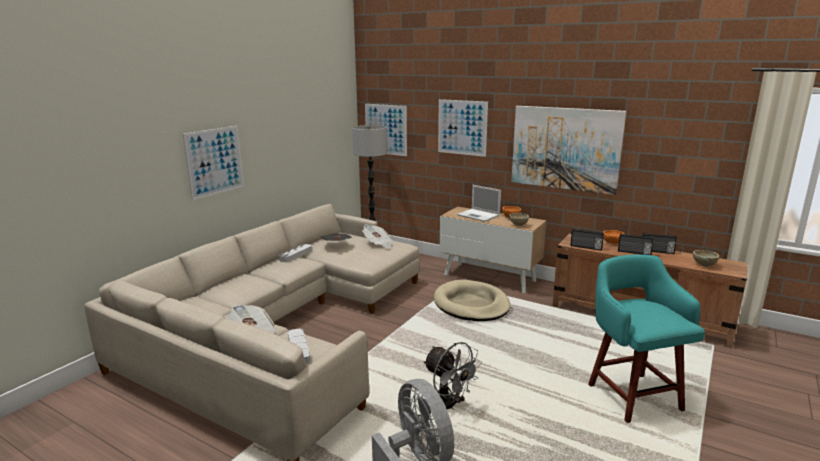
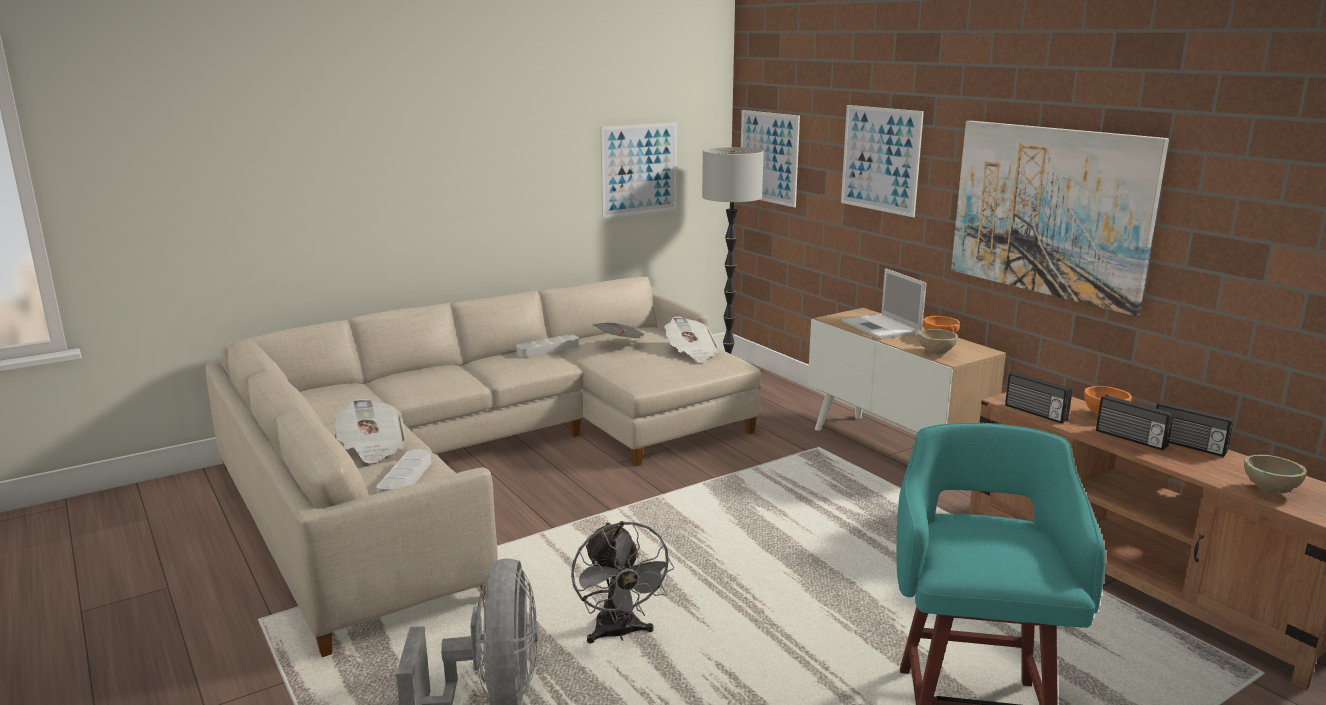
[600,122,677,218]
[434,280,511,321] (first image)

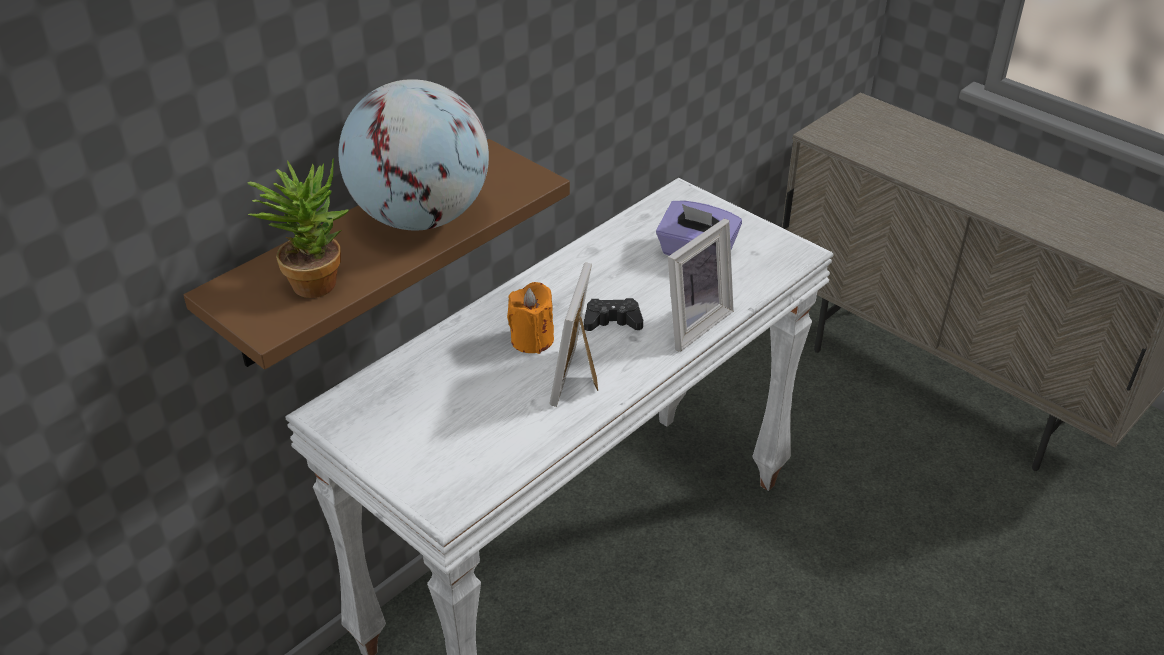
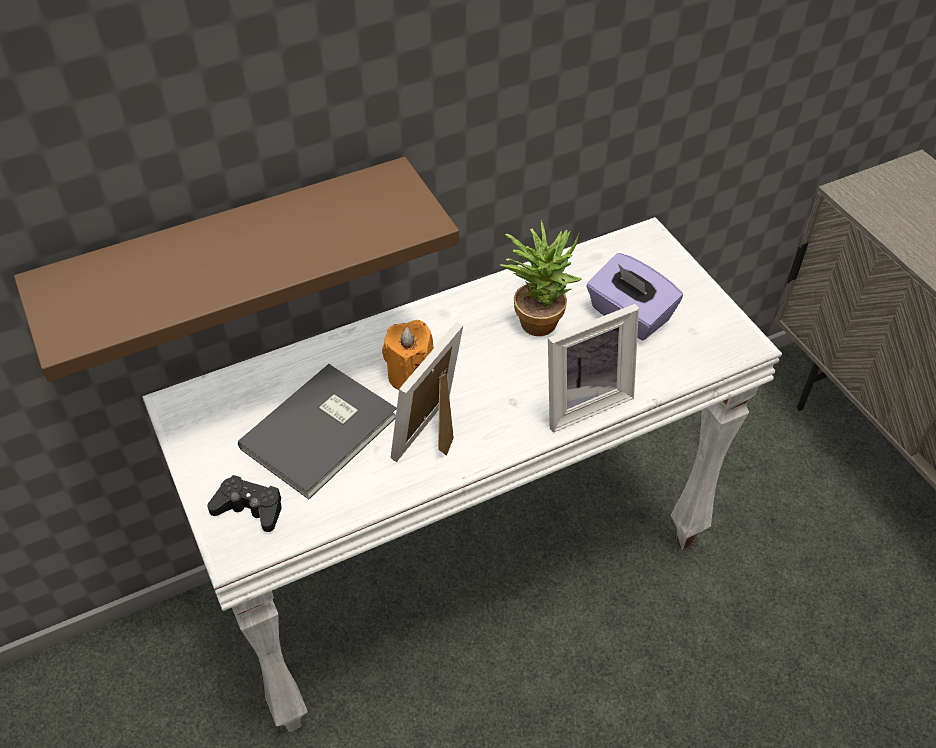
[207,475,282,532]
[238,364,397,499]
[500,220,582,336]
[339,79,489,230] (first image)

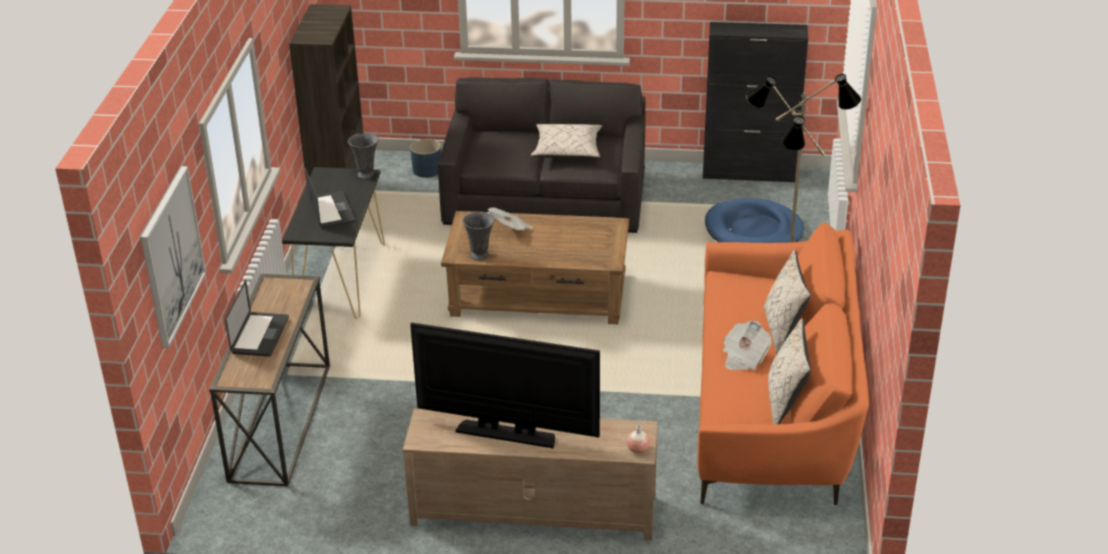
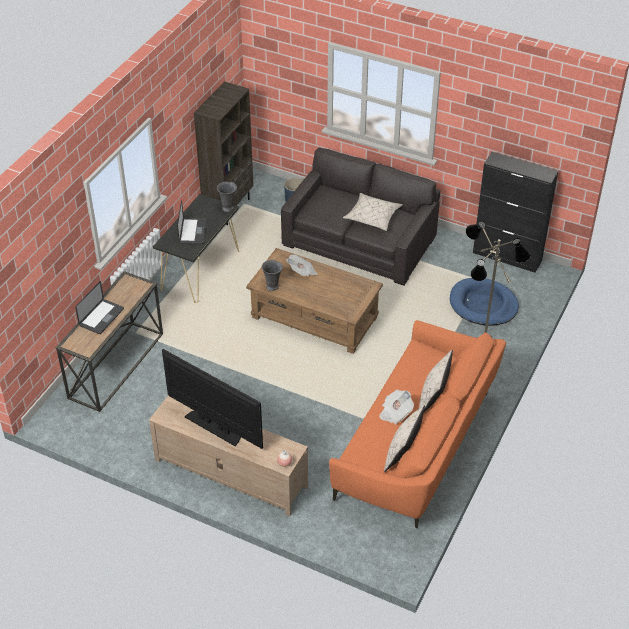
[140,166,206,348] (first image)

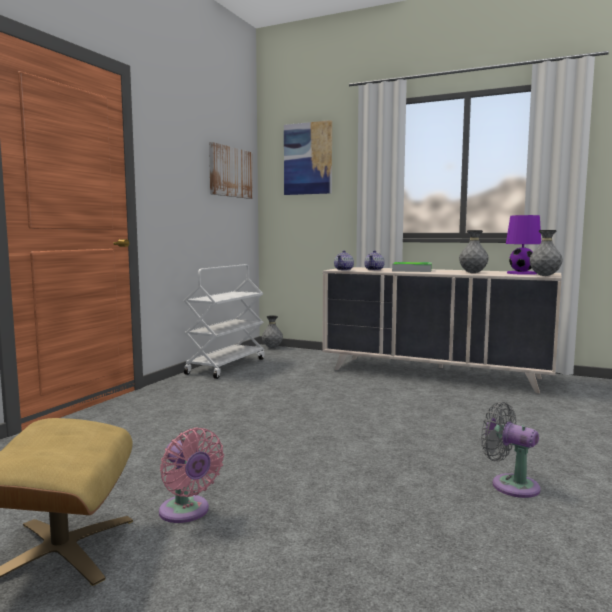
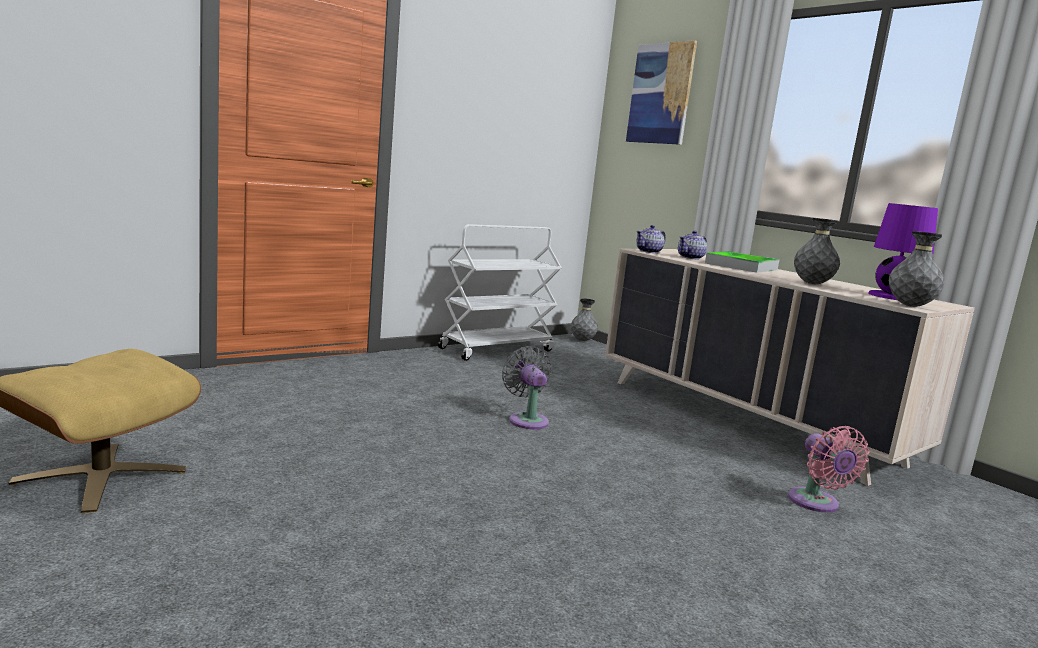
[502,346,552,429]
[788,426,870,513]
[209,142,253,199] (first image)

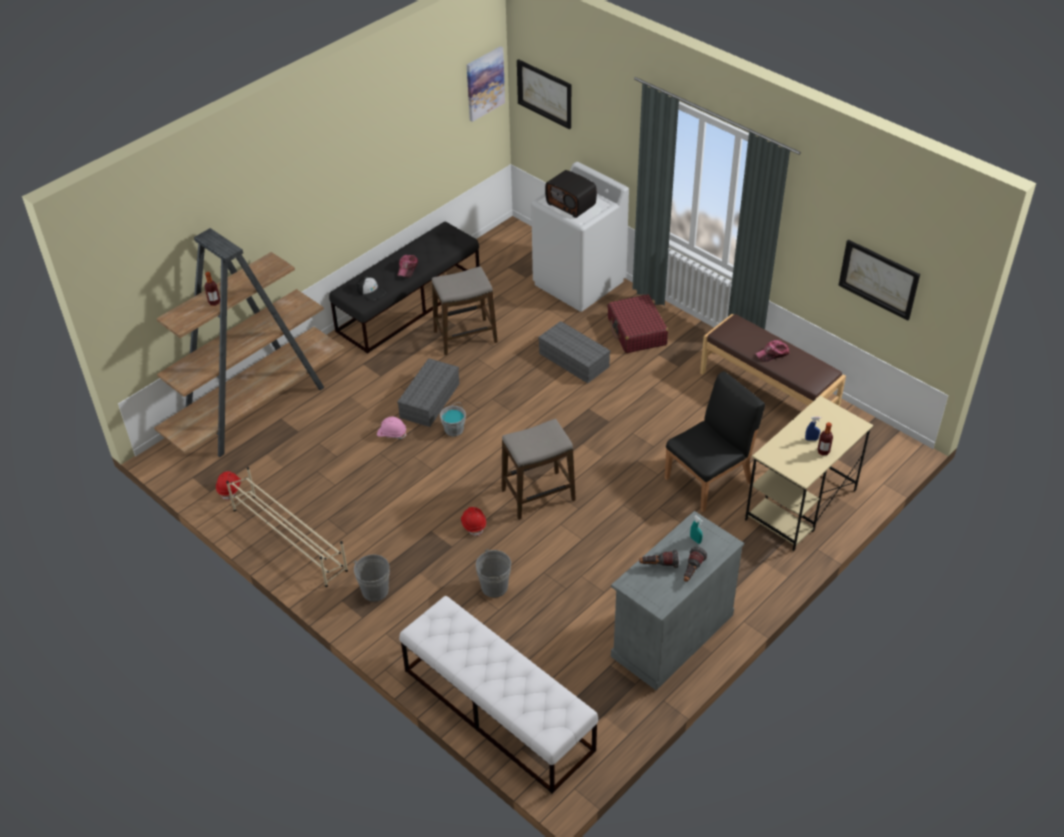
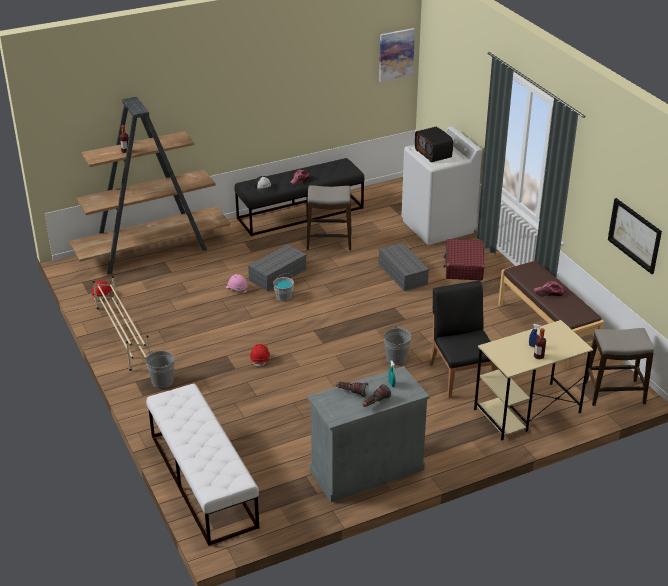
[384,326,411,365]
[429,281,498,398]
[586,328,654,406]
[517,59,571,129] (first image)

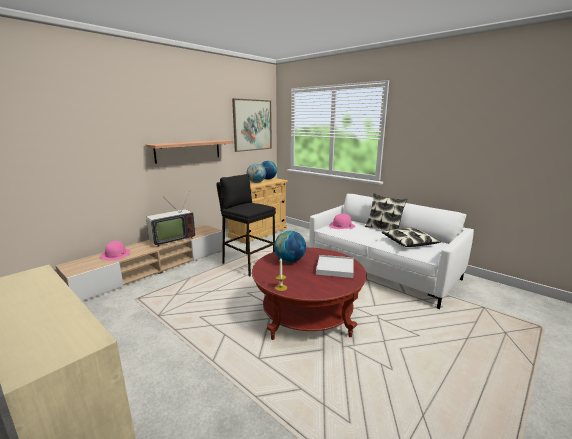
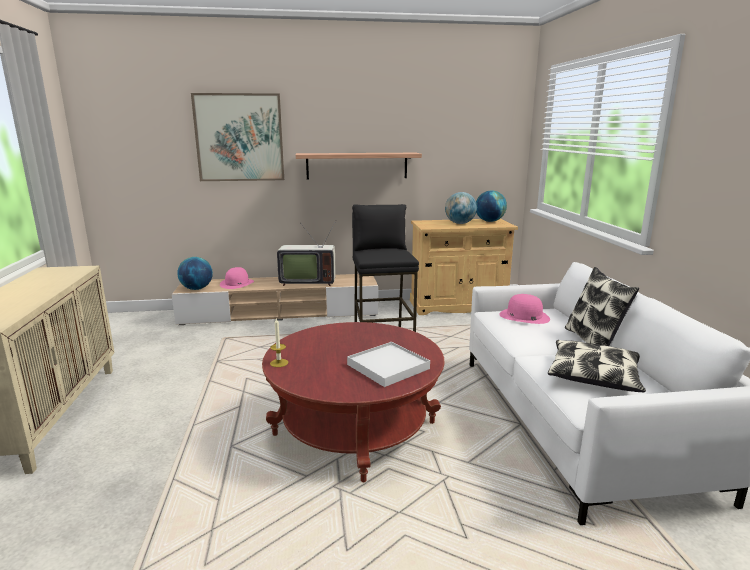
[177,257,213,290]
[191,93,284,181]

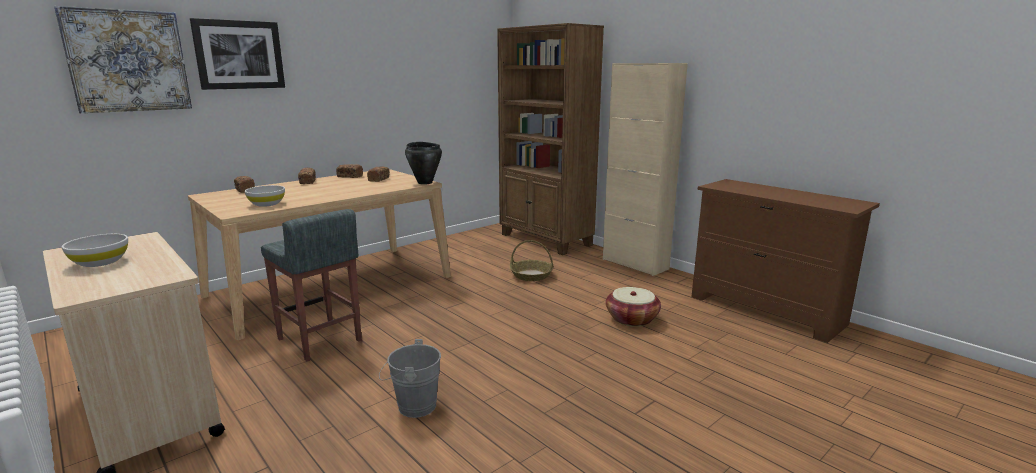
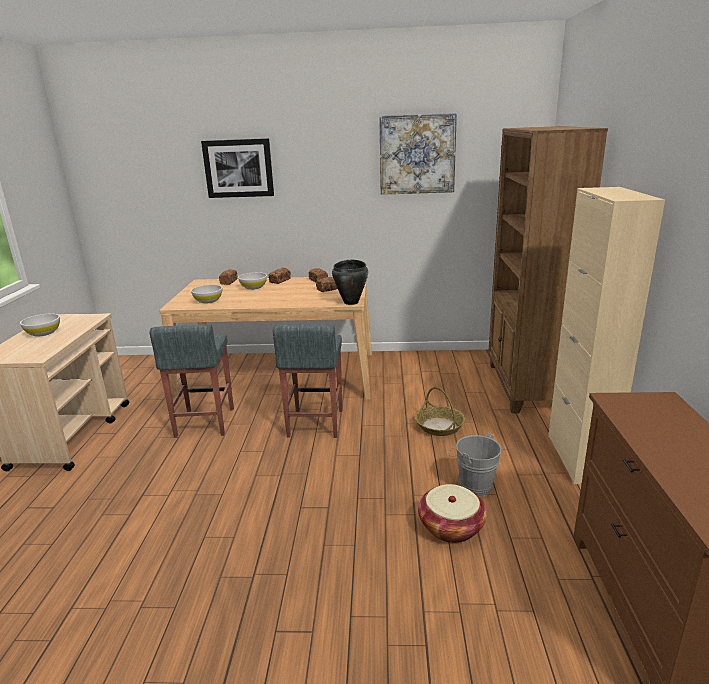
[238,272,267,290]
[272,324,343,438]
[379,113,457,195]
[448,433,502,497]

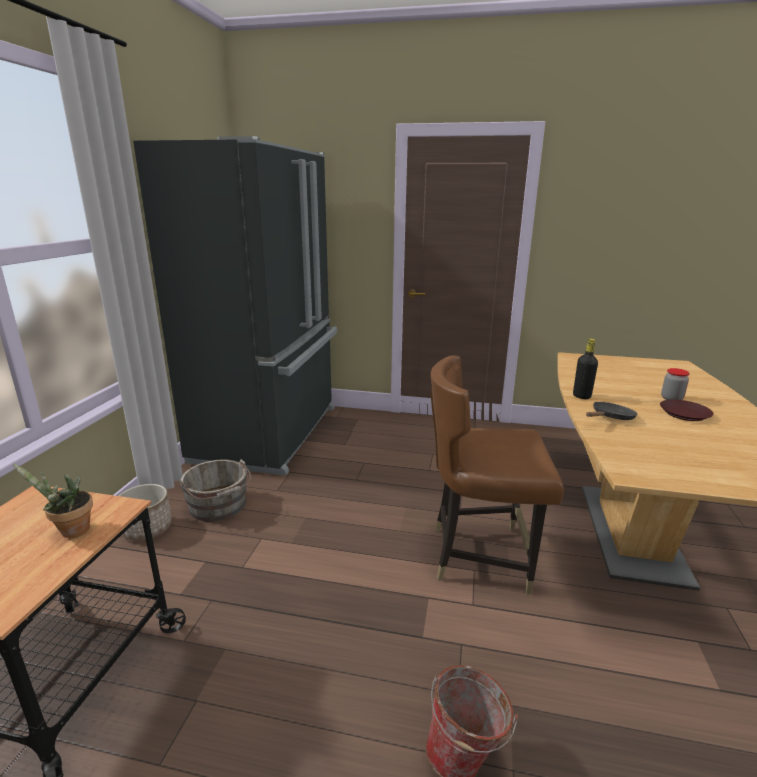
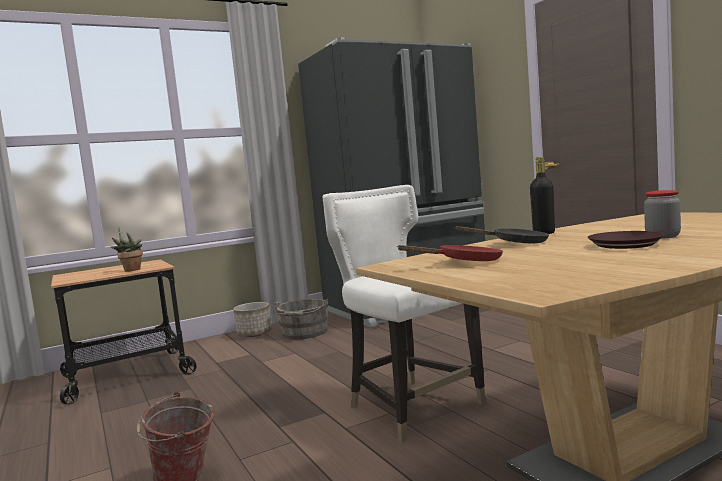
[323,185,486,443]
[396,245,503,261]

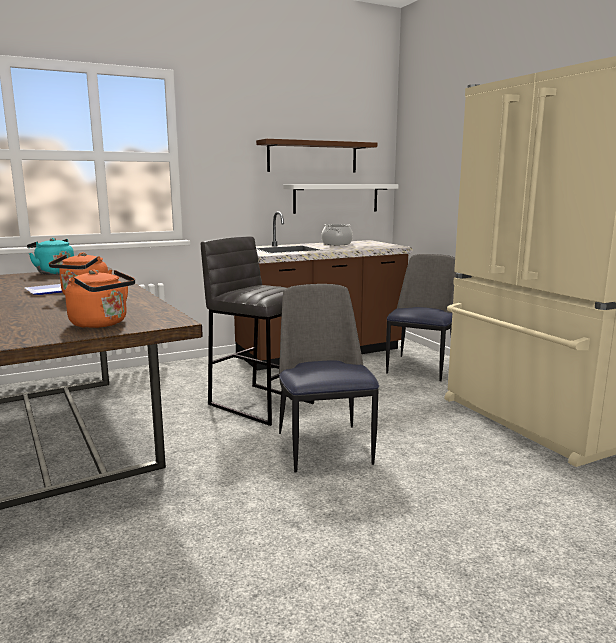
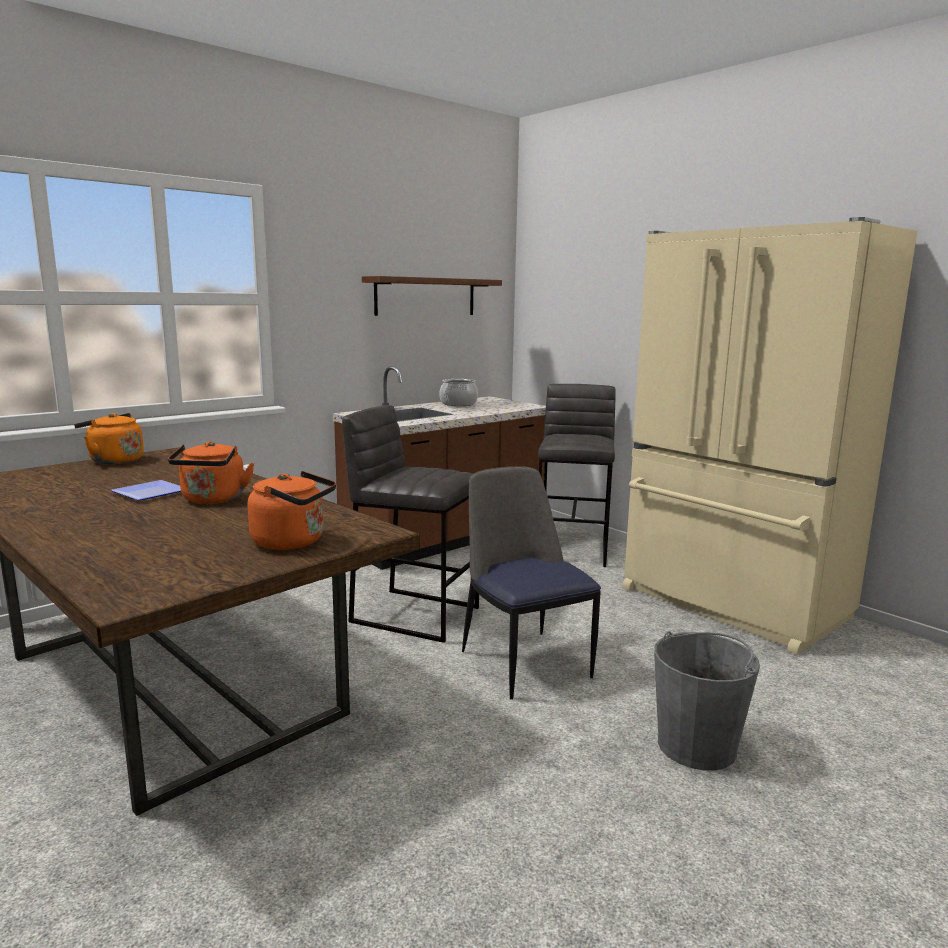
[74,413,144,465]
[538,384,616,567]
[654,631,760,770]
[283,184,398,214] (first image)

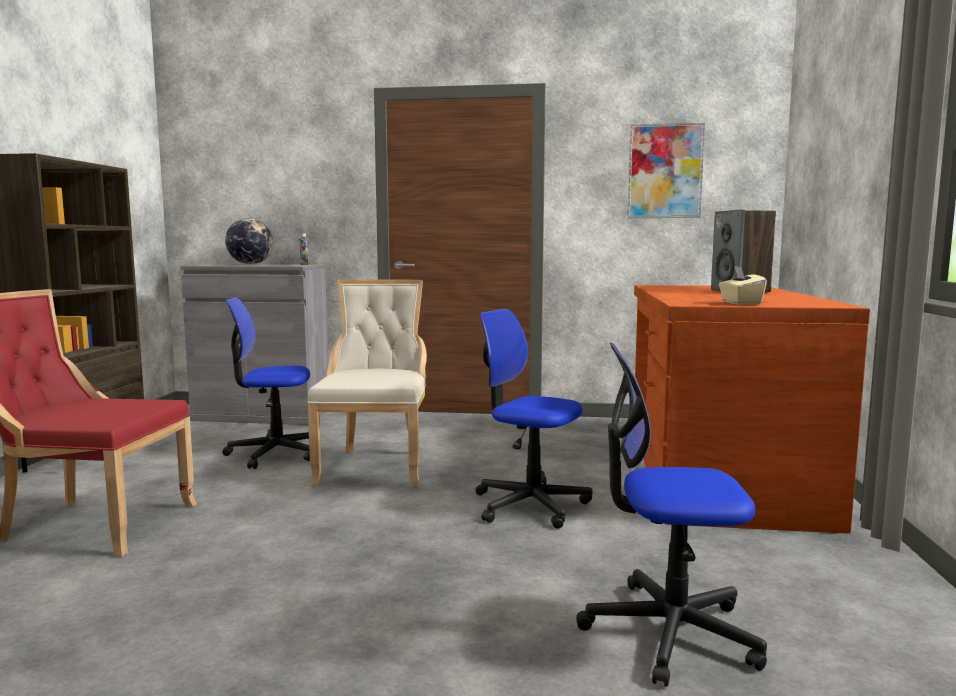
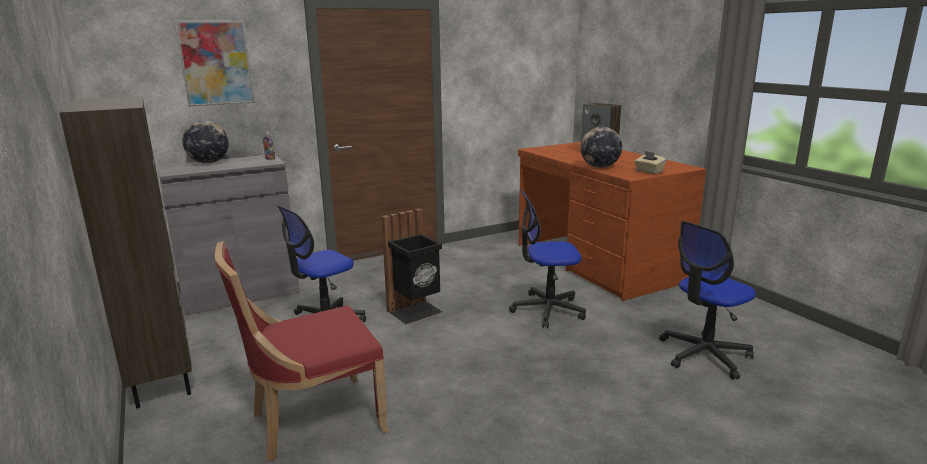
[175,21,254,107]
[381,208,442,324]
[581,127,622,168]

